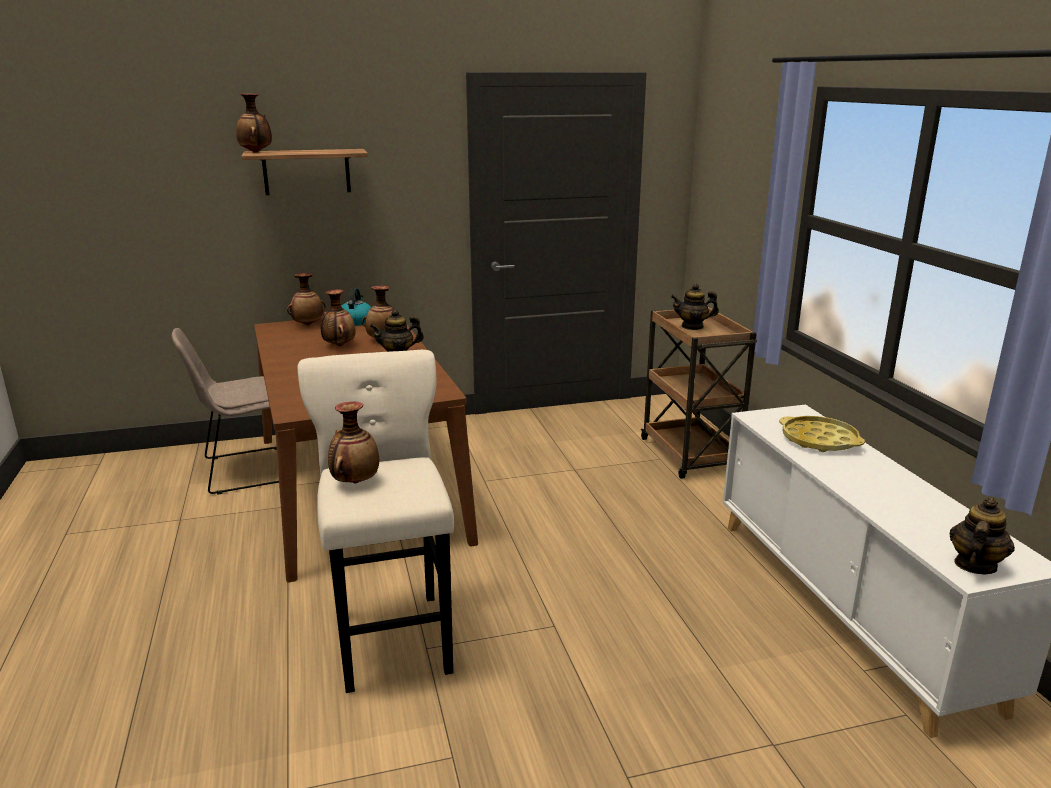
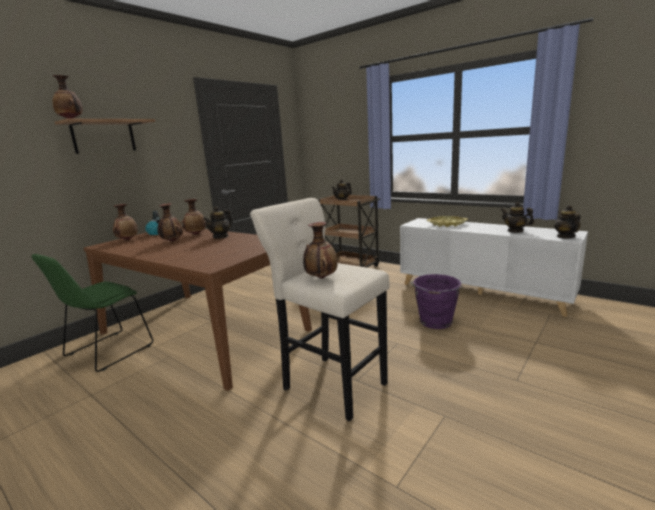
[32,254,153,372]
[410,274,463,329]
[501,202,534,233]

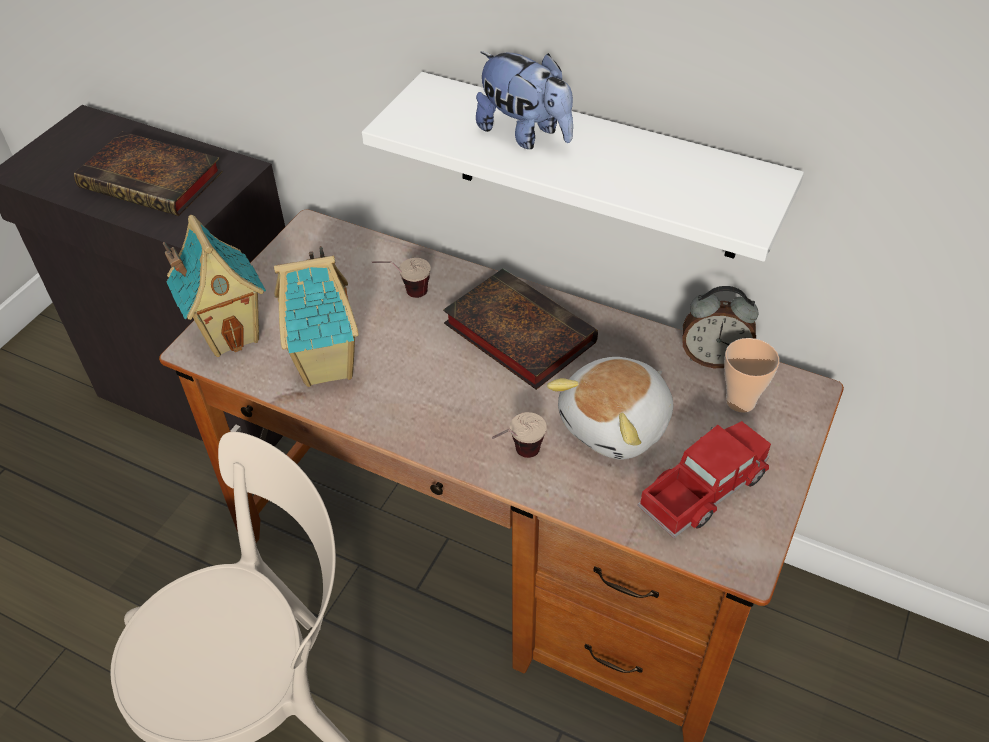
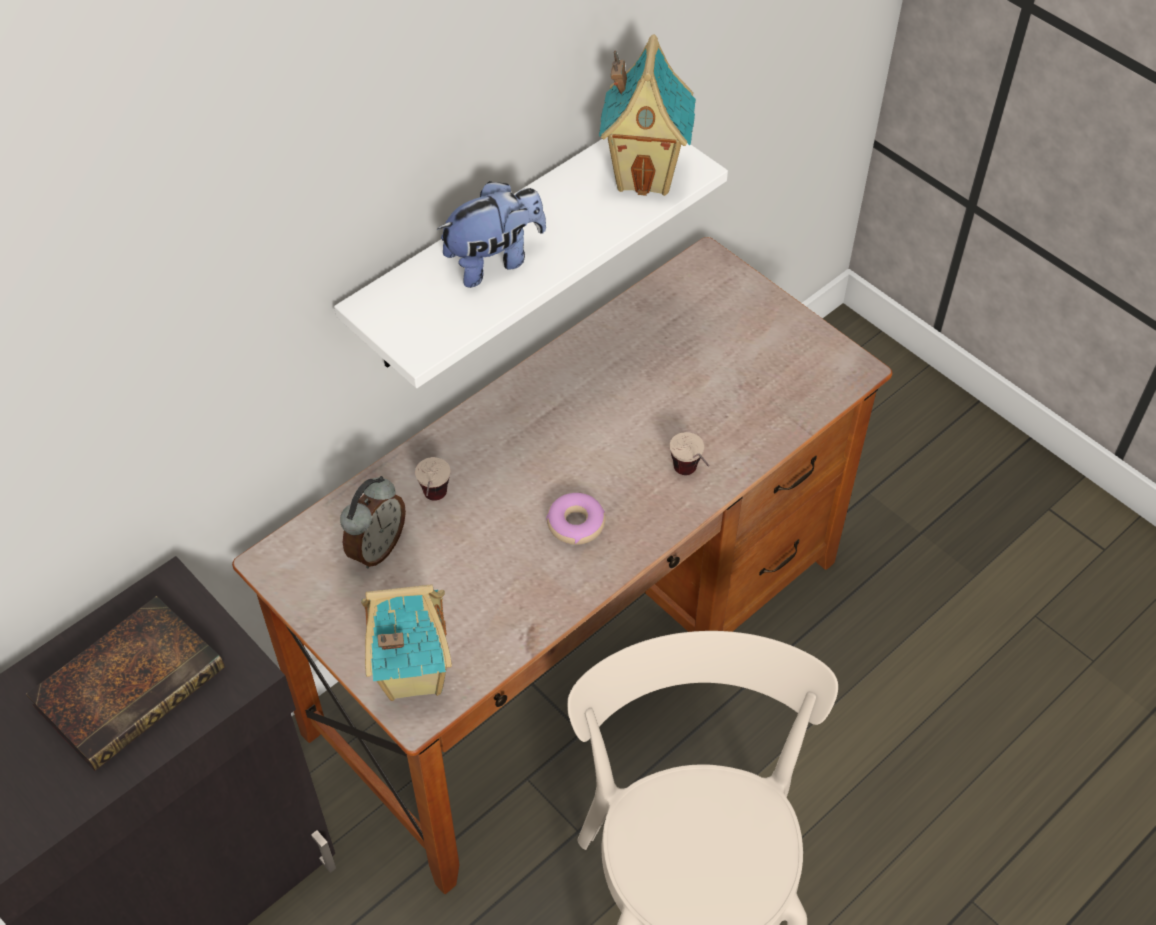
[340,476,406,568]
[546,493,605,545]
[599,34,696,196]
[443,269,598,390] (first image)
[547,357,673,459] (first image)
[637,421,771,538] (first image)
[724,338,780,413] (first image)

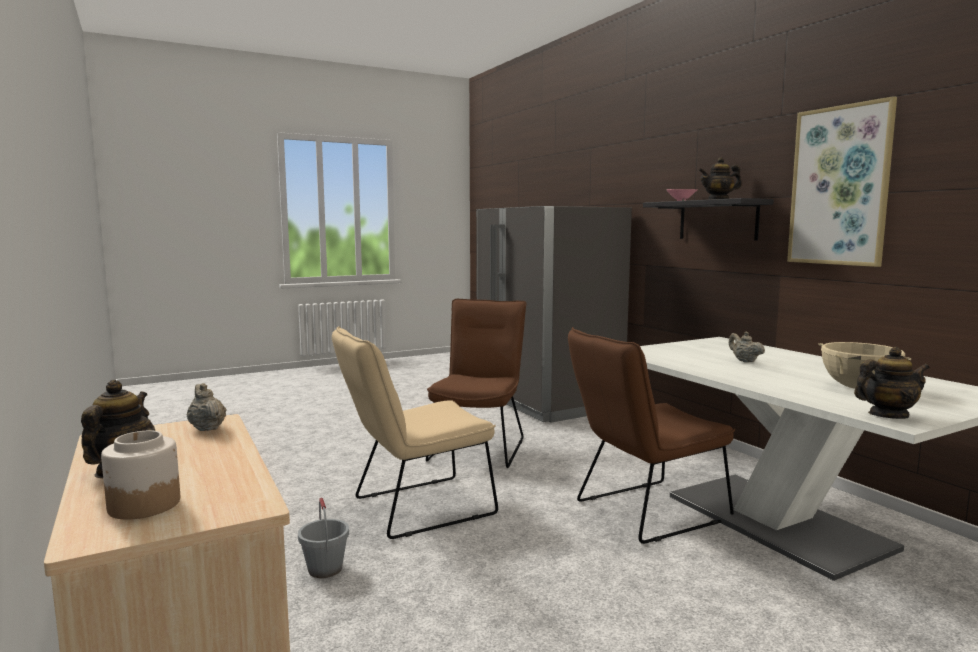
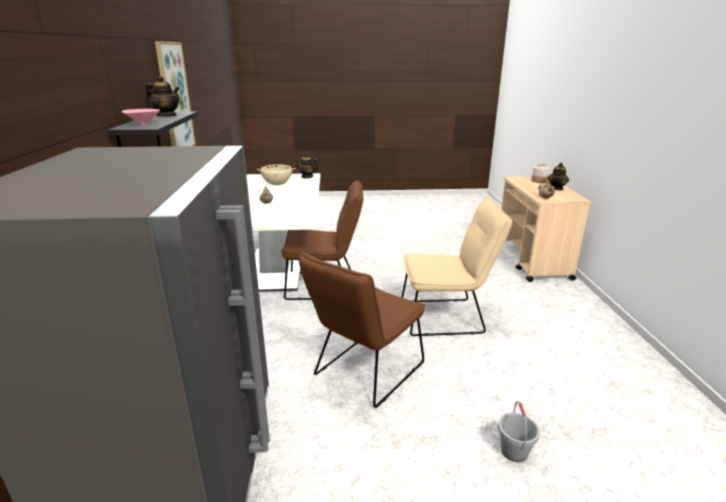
[498,401,540,462]

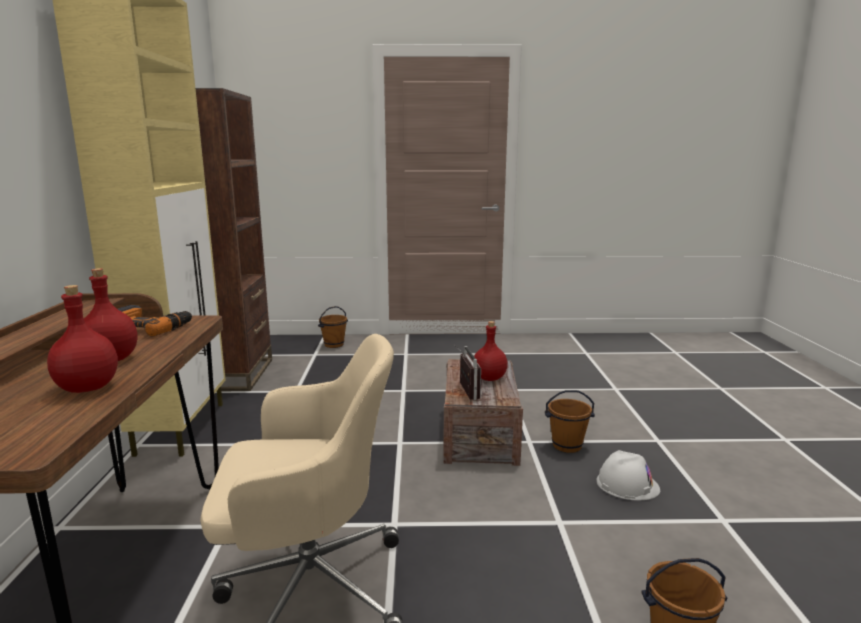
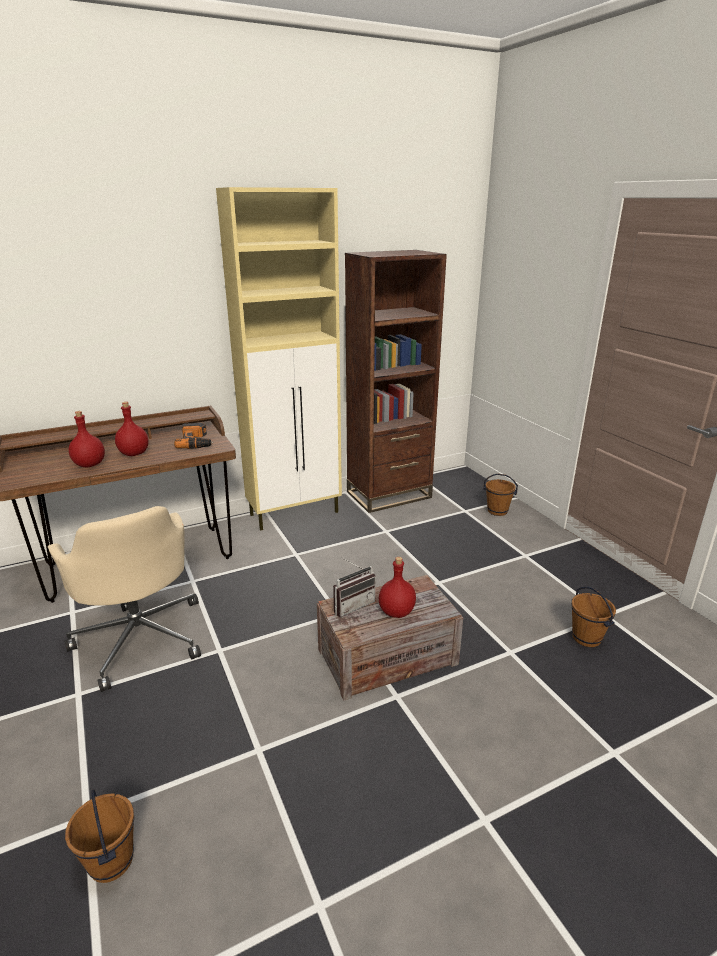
[571,587,616,647]
[596,450,660,500] (first image)

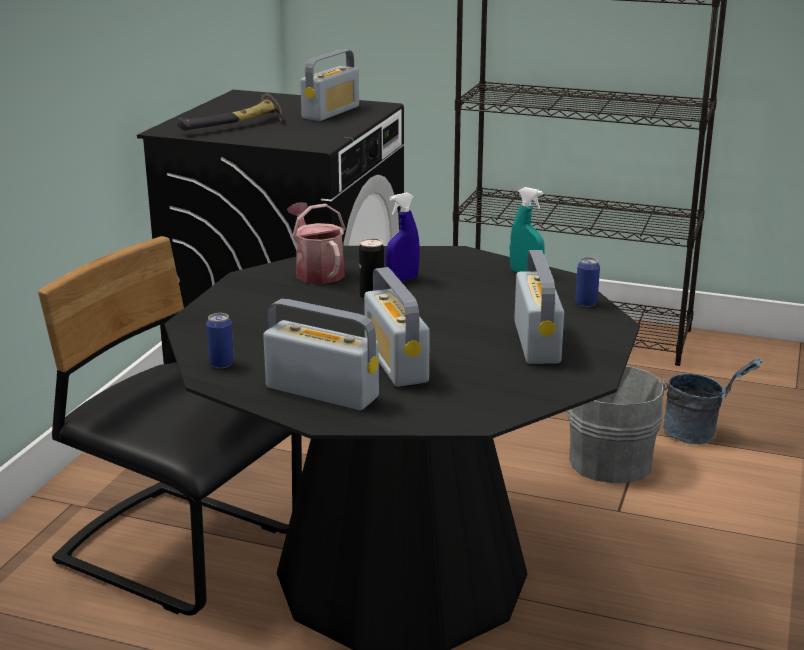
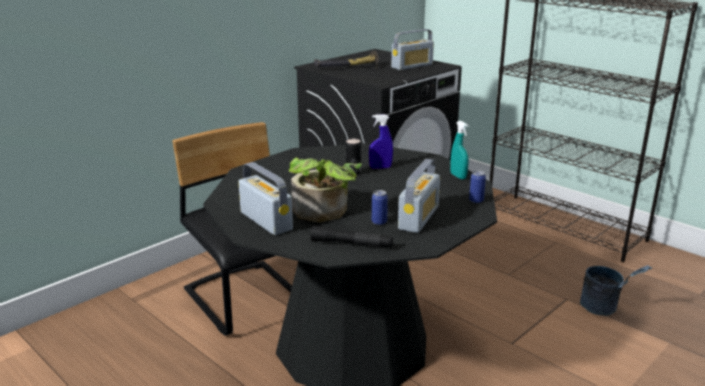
[289,157,362,222]
[310,225,393,247]
[372,190,388,225]
[287,202,346,284] (first image)
[567,366,669,483] (first image)

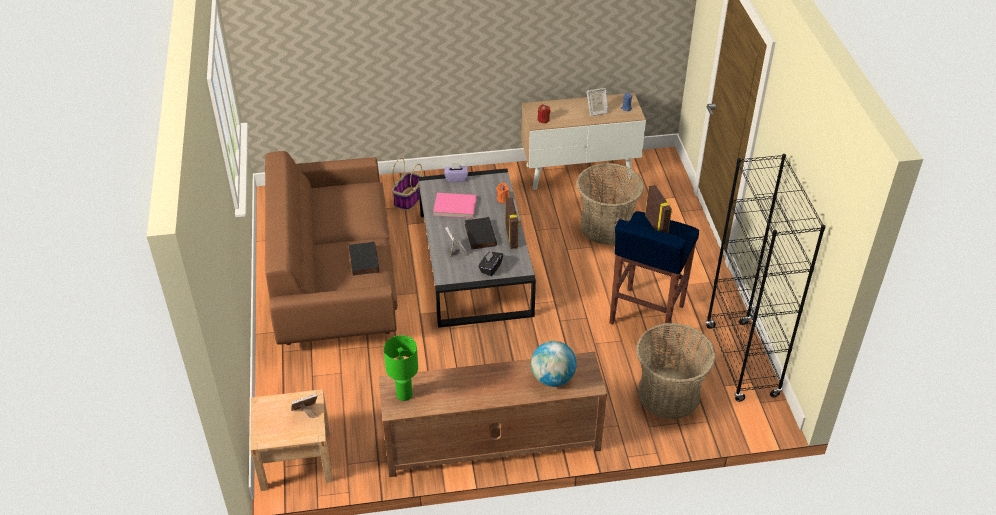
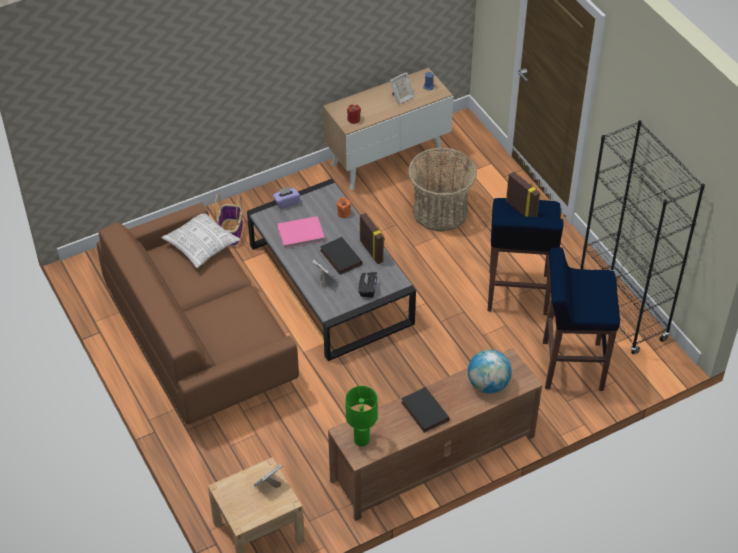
[161,213,241,268]
[401,387,450,433]
[543,247,620,391]

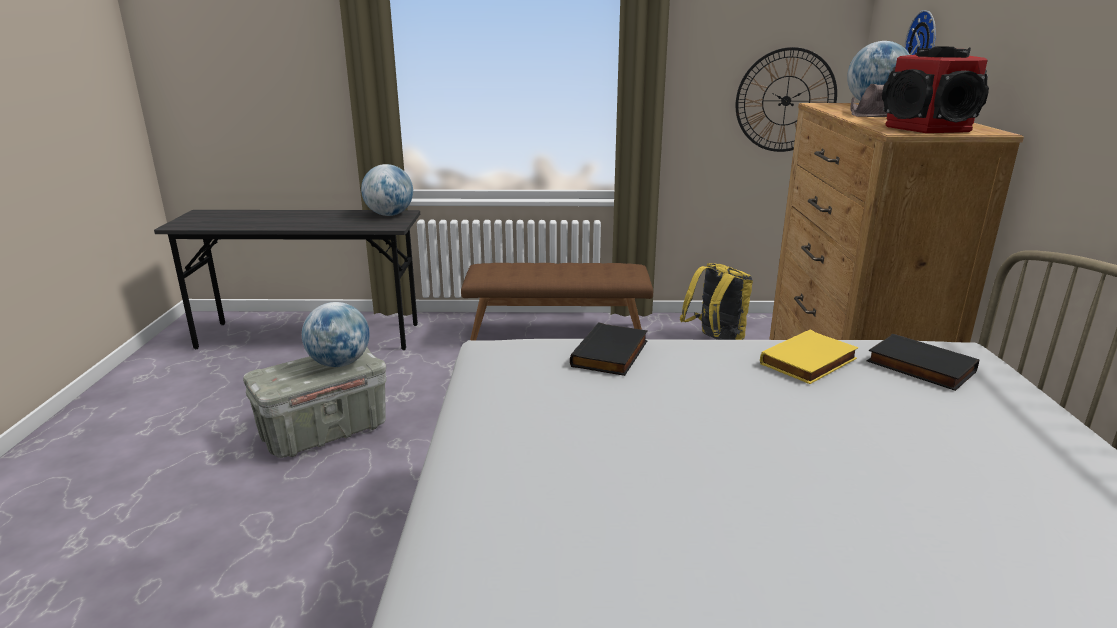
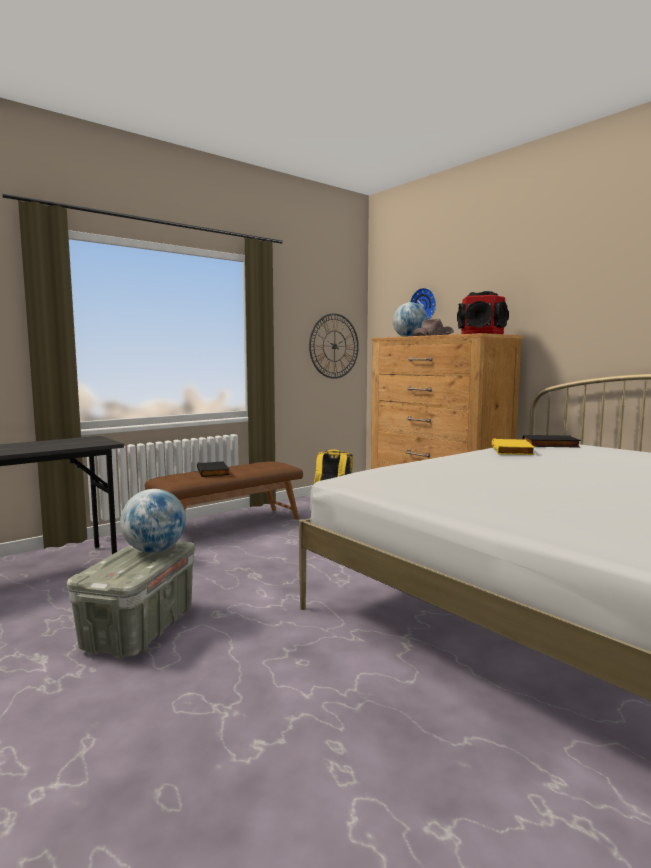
[197,461,230,477]
[361,164,413,216] (first image)

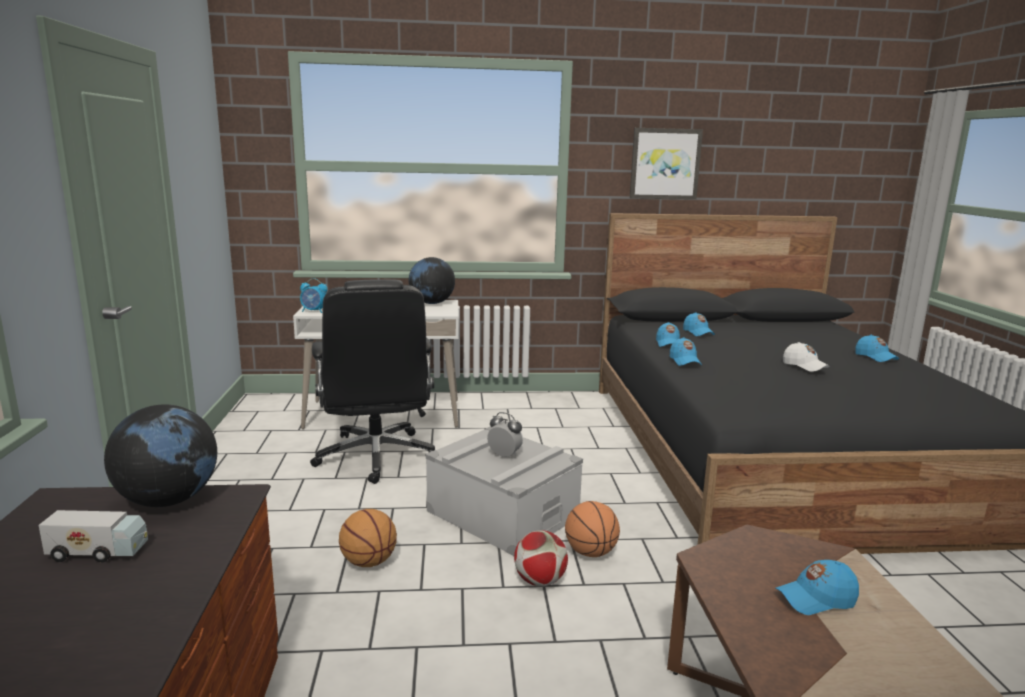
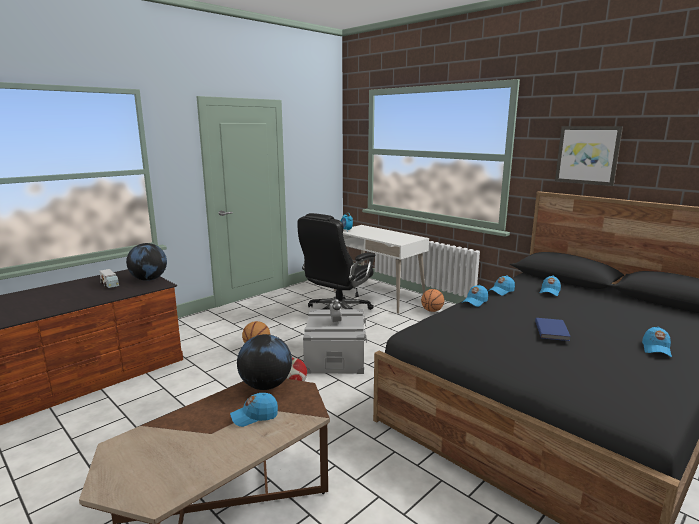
[230,393,278,427]
[237,334,292,390]
[421,289,444,312]
[535,318,571,341]

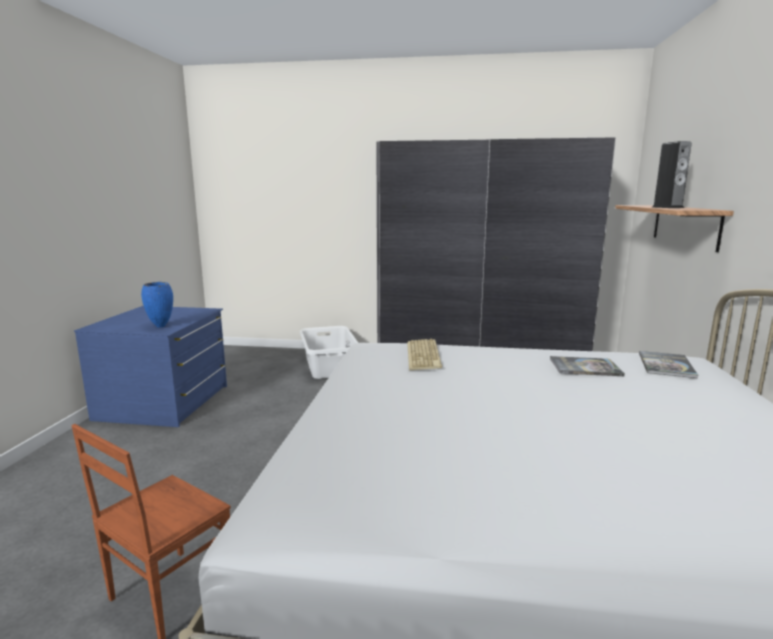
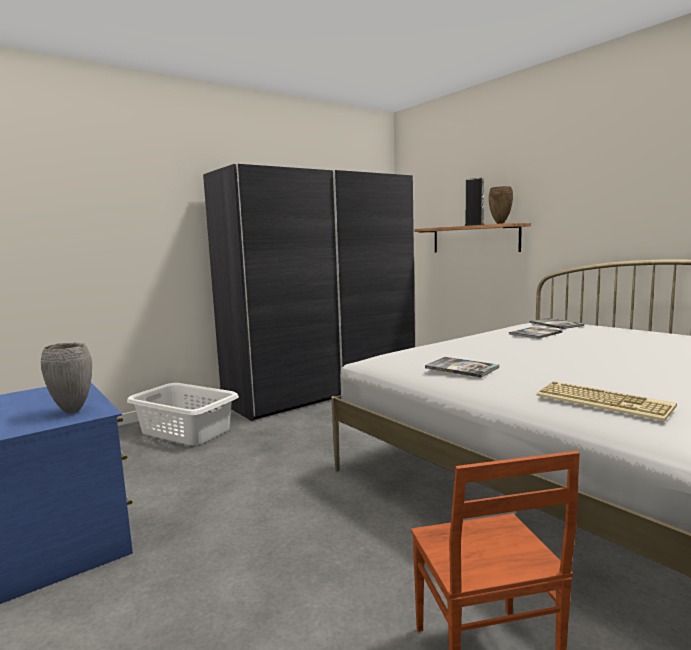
[41,343,92,414]
[425,357,499,378]
[489,186,513,224]
[537,381,677,421]

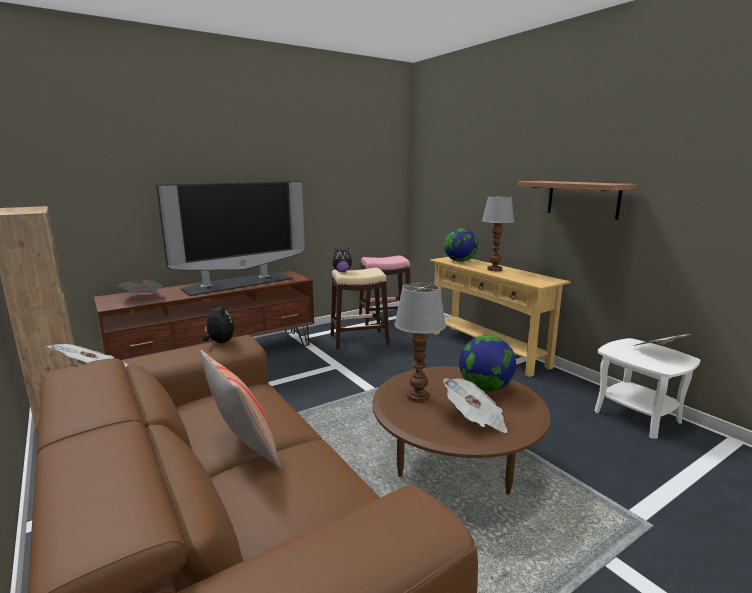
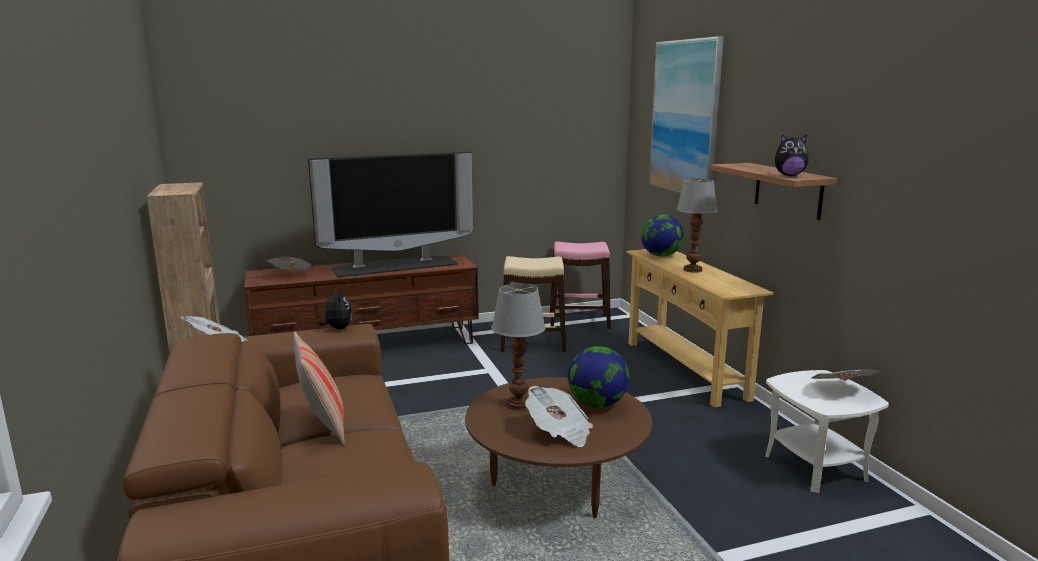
[649,36,724,194]
[775,134,809,176]

